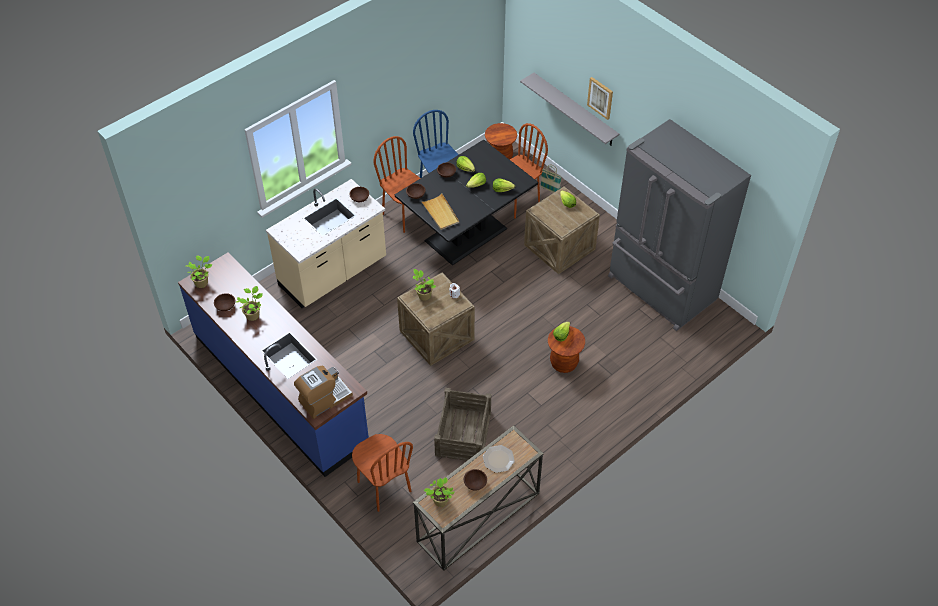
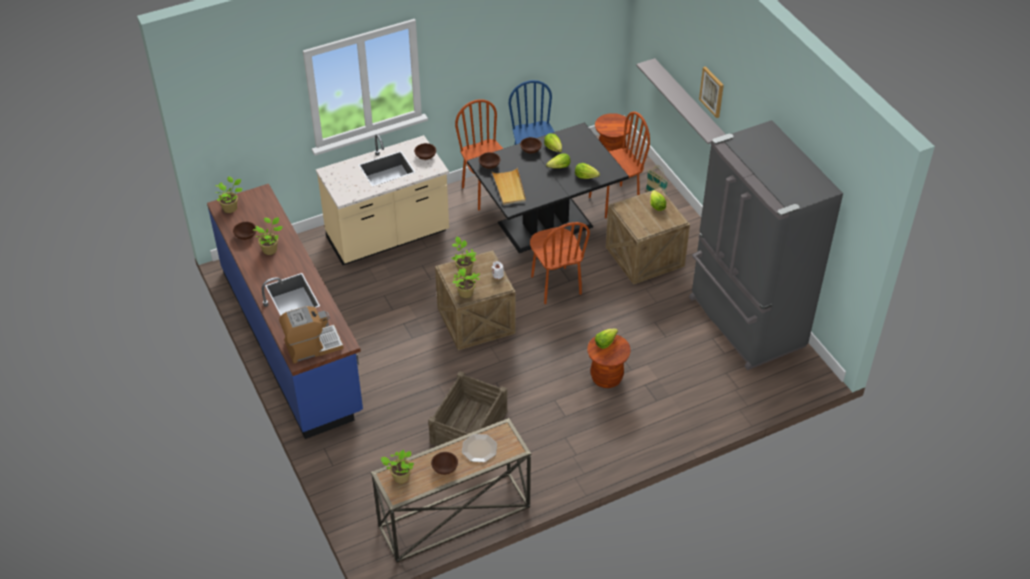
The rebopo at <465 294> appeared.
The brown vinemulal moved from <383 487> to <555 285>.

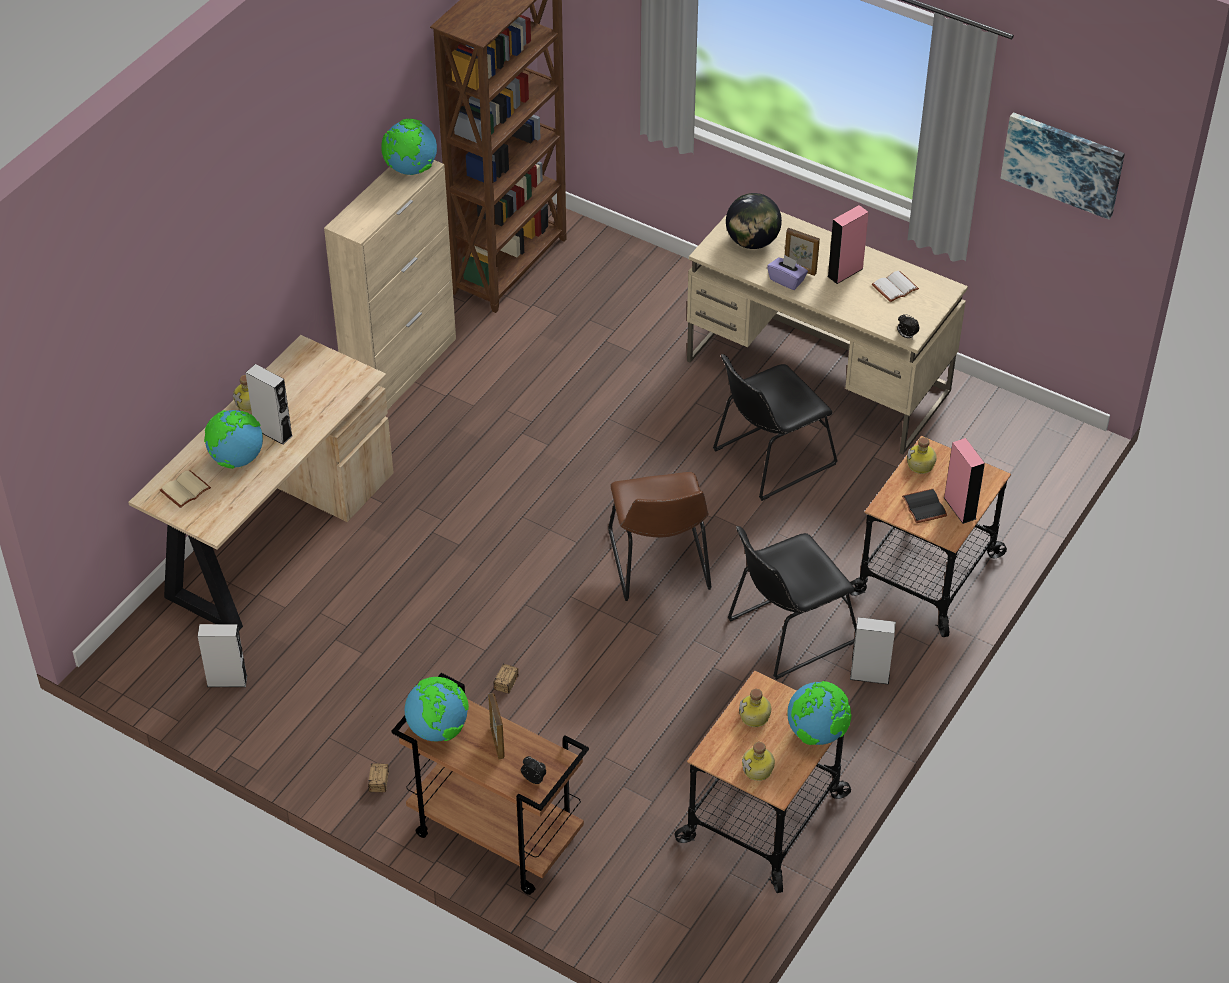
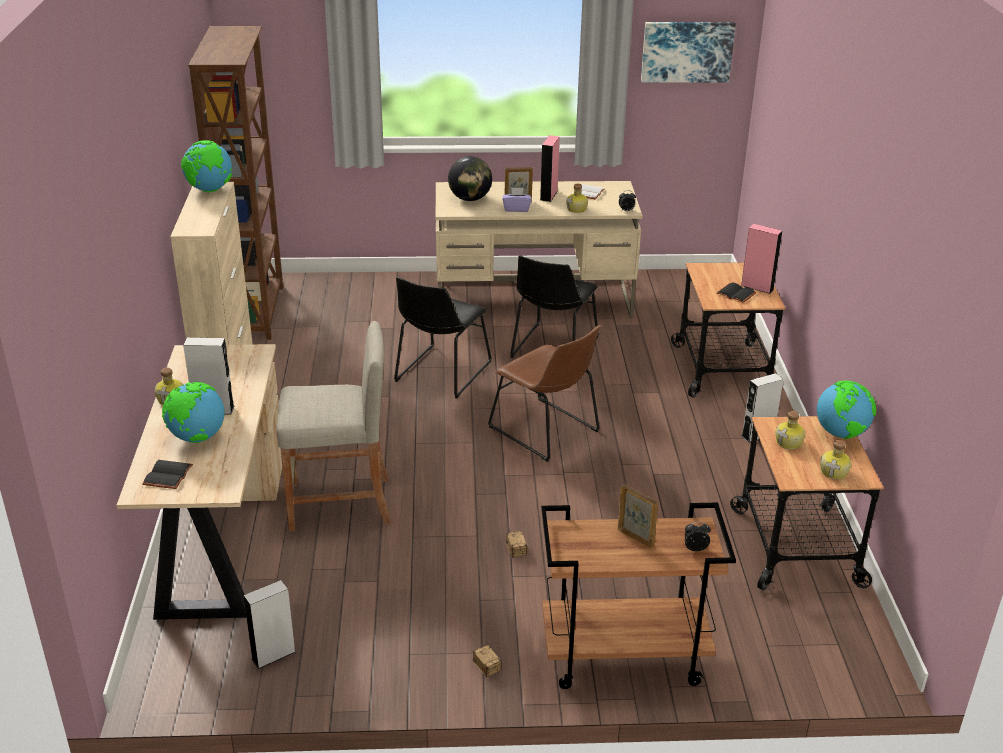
The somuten at <438 729> disappeared.
The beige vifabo at <340 504> appeared.
The black vinemulal moved from <787 633> to <441 373>.
The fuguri moved from <921 465> to <577 209>.
The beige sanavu at <185 491> became the black sanavu at <169 476>.

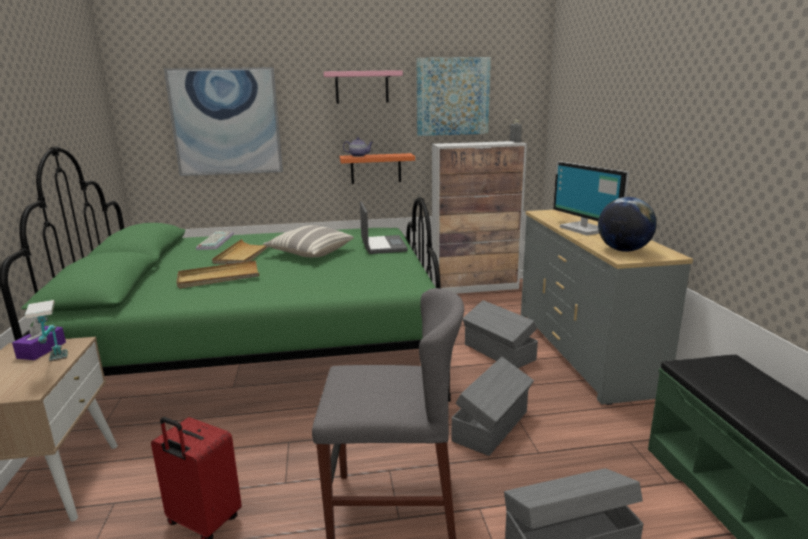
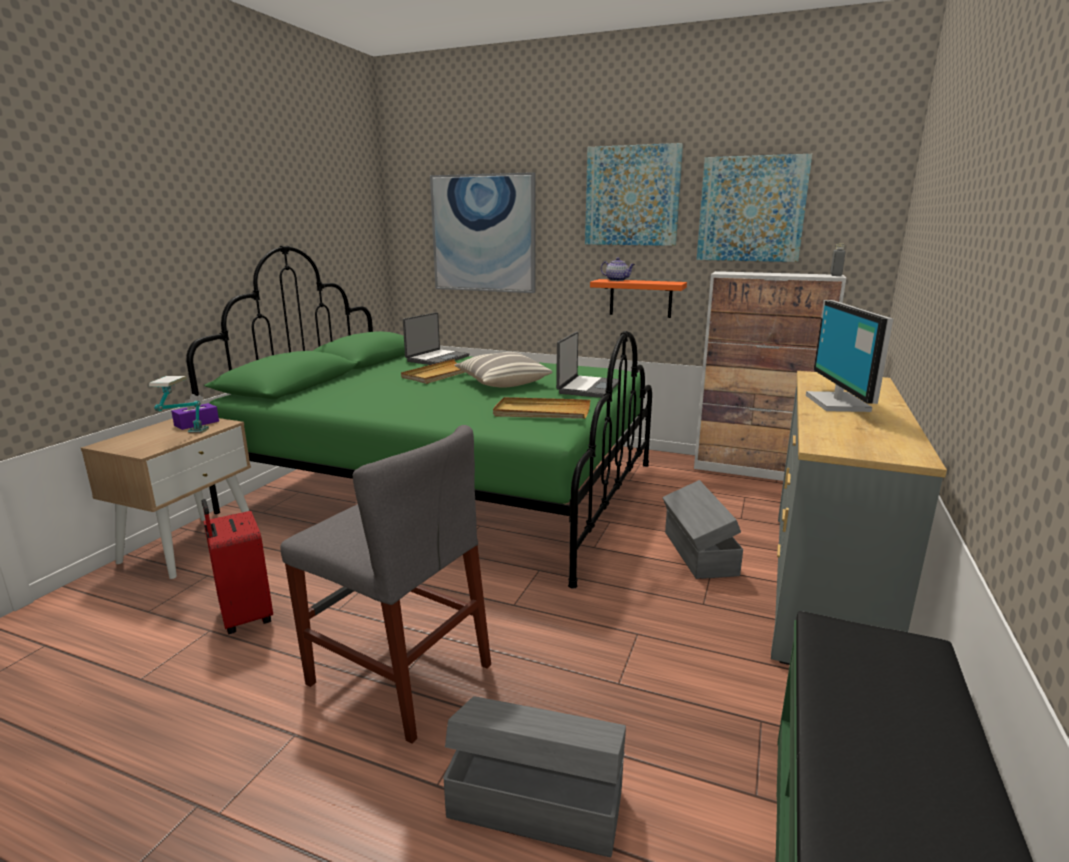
The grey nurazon at <492 426> disappeared.
The somuten at <623 250> disappeared.
The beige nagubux moved from <218 278> to <541 412>.
The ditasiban at <215 241> was replaced by the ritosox at <437 358>.
The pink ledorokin at <362 87> was replaced by the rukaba at <632 196>.

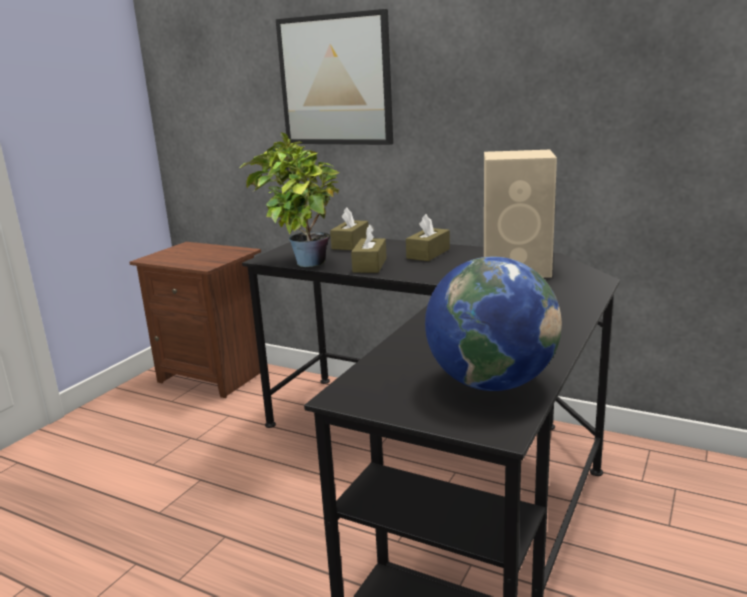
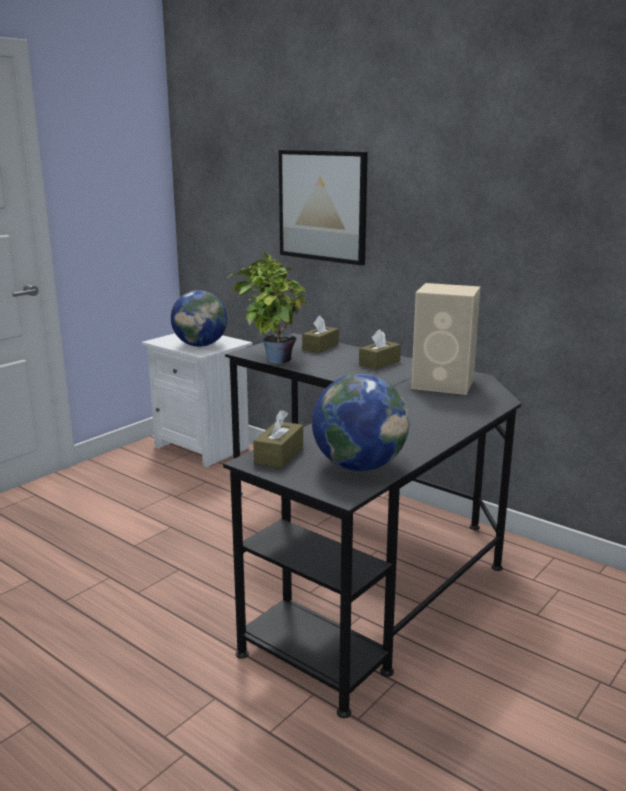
The somuten at <200 345> appeared.
The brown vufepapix moved from <370 265> to <279 455>.
The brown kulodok at <214 375> became the white kulodok at <203 447>.

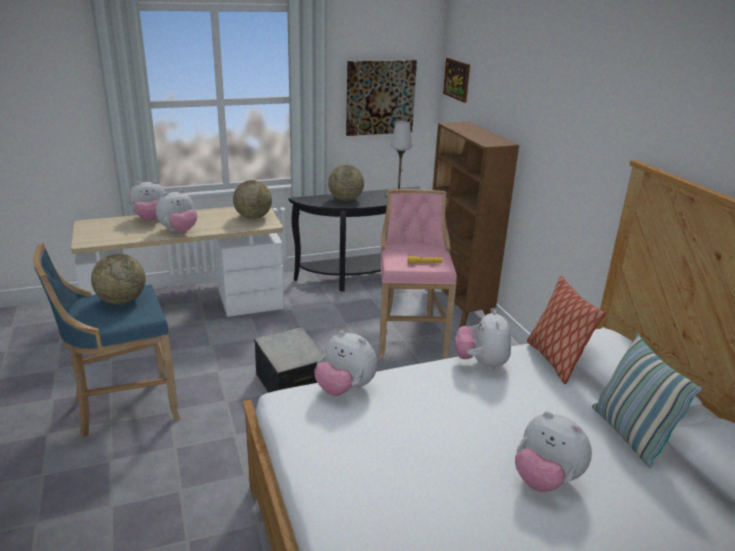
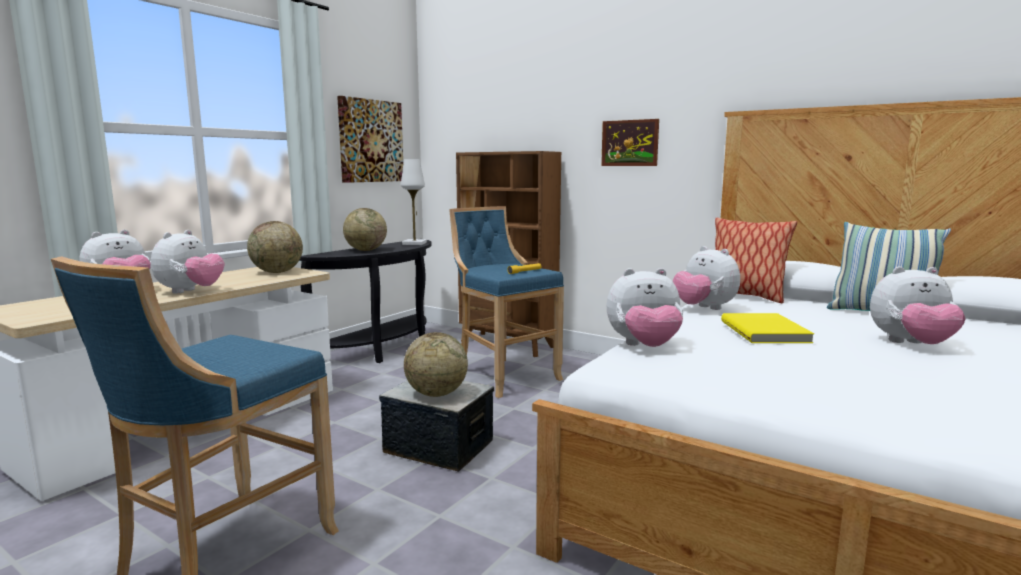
The yellow sanavu at <766 331> appeared.
The somuten moved from <122 301> to <436 394>.
The rukaba moved from <456 79> to <629 143>.
The pink vifabo at <410 337> became the blue vifabo at <503 375>.

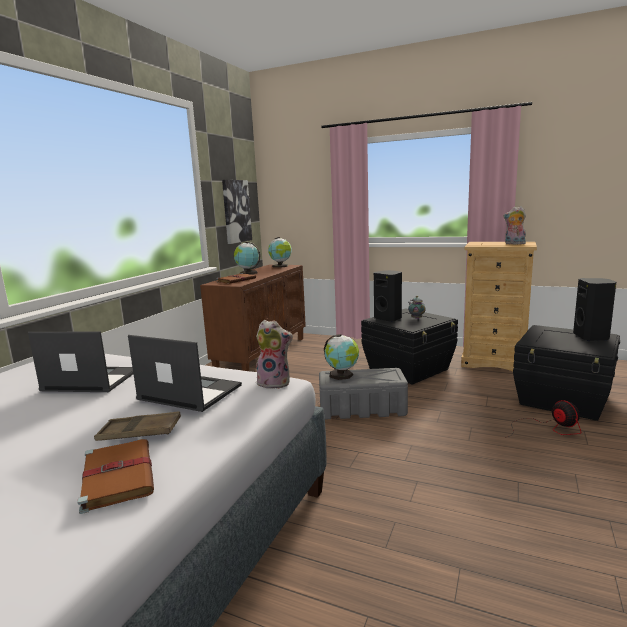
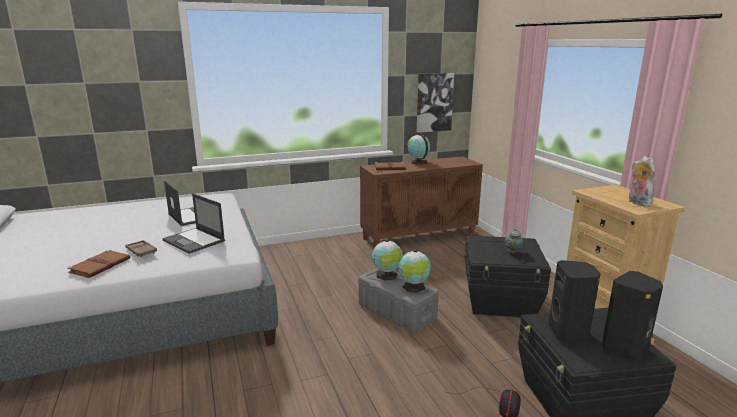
The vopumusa at <275 383> disappeared.
The somuten moved from <280 266> to <414 287>.
The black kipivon moved from <388 318> to <569 333>.
The ritosox at <188 392> turned 150 degrees clockwise.

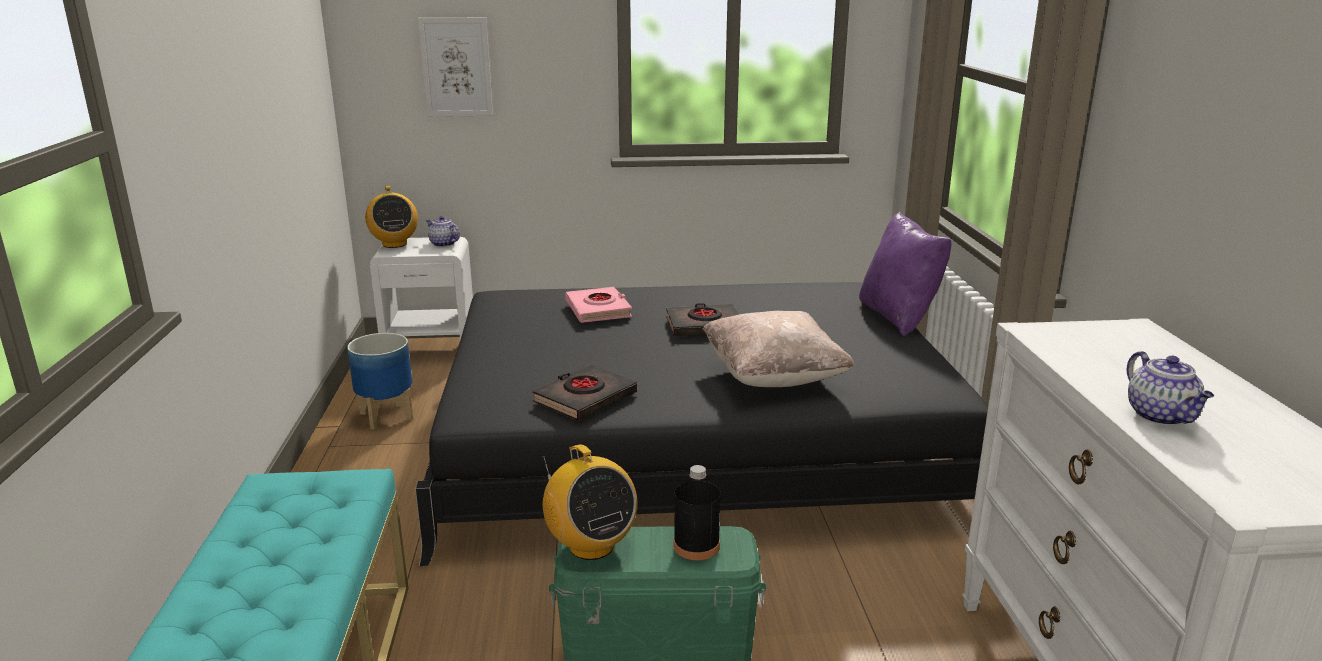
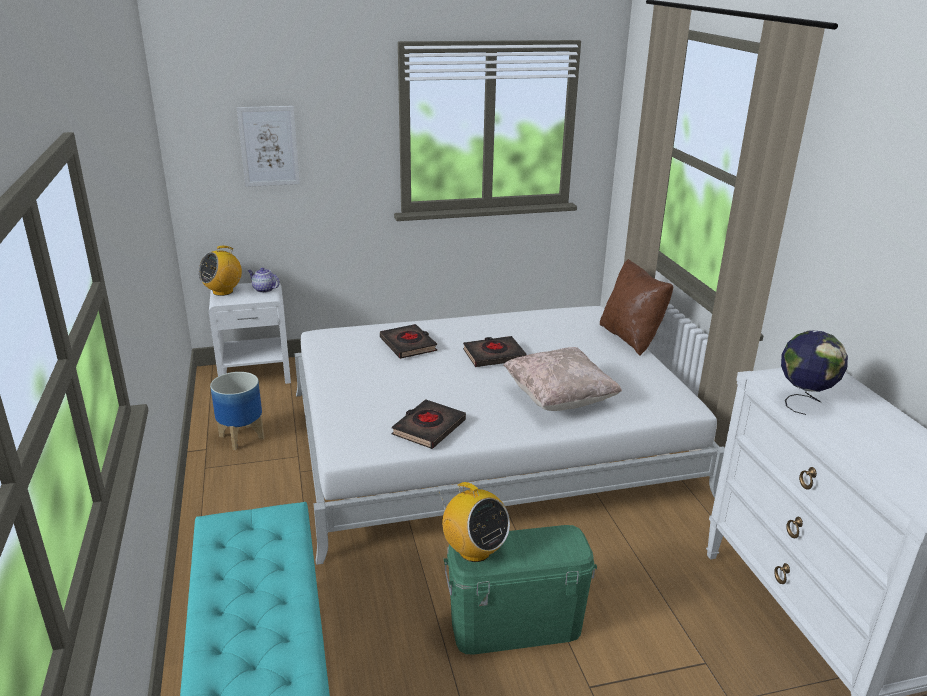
The black fuguri at <696 546> disappeared.
The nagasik at <1162 416> disappeared.
The somuten at <803 401> appeared.
The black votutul at <692 443> became the white votutul at <487 442>.
The pink sanavu at <598 310> became the black sanavu at <408 345>.
The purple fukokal at <899 317> became the brown fukokal at <631 338>.
The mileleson at <394 244> turned 75 degrees clockwise.

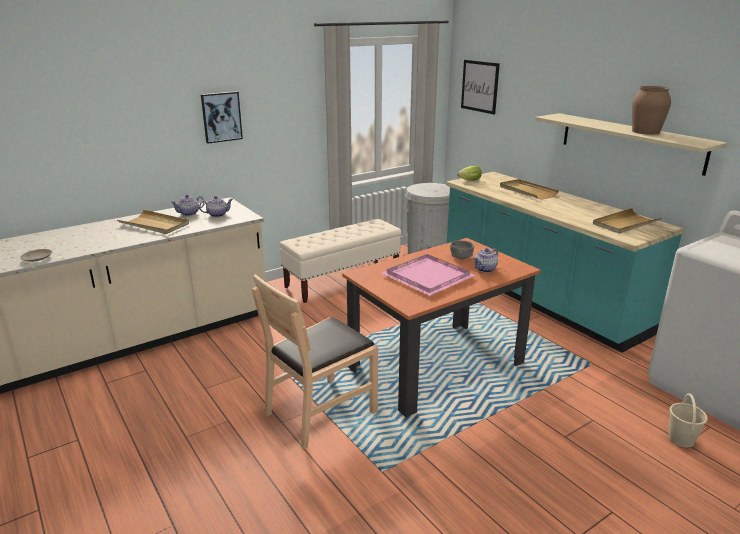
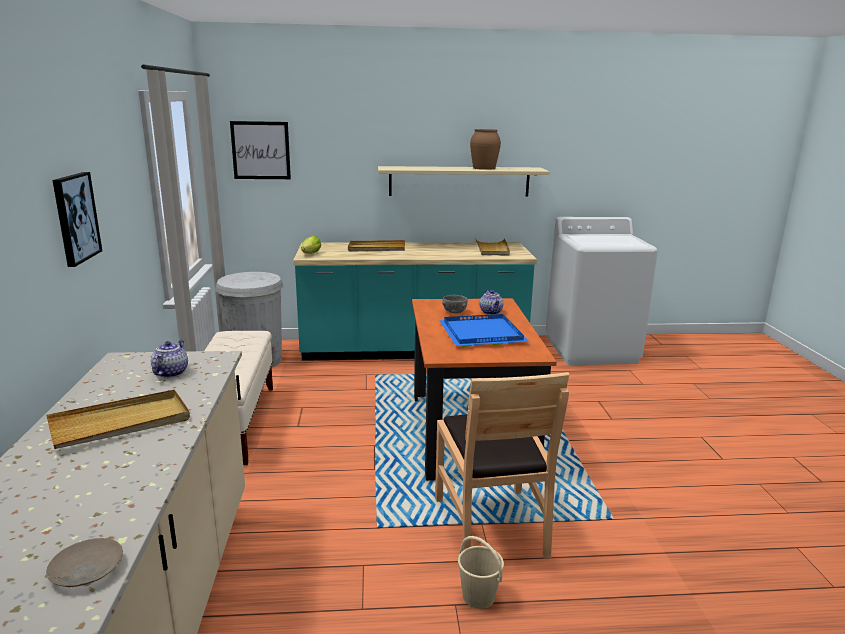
The nagasik at <189 213> disappeared.
The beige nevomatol moved from <681 439> to <478 596>.
The pink nagubux at <429 277> became the blue nagubux at <483 333>.

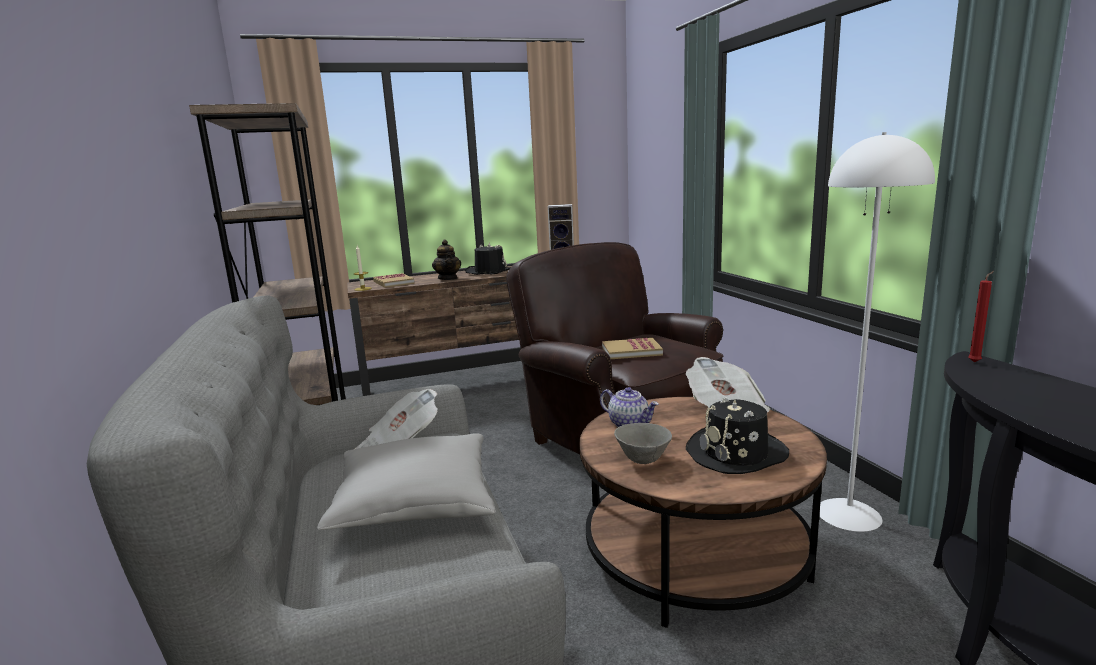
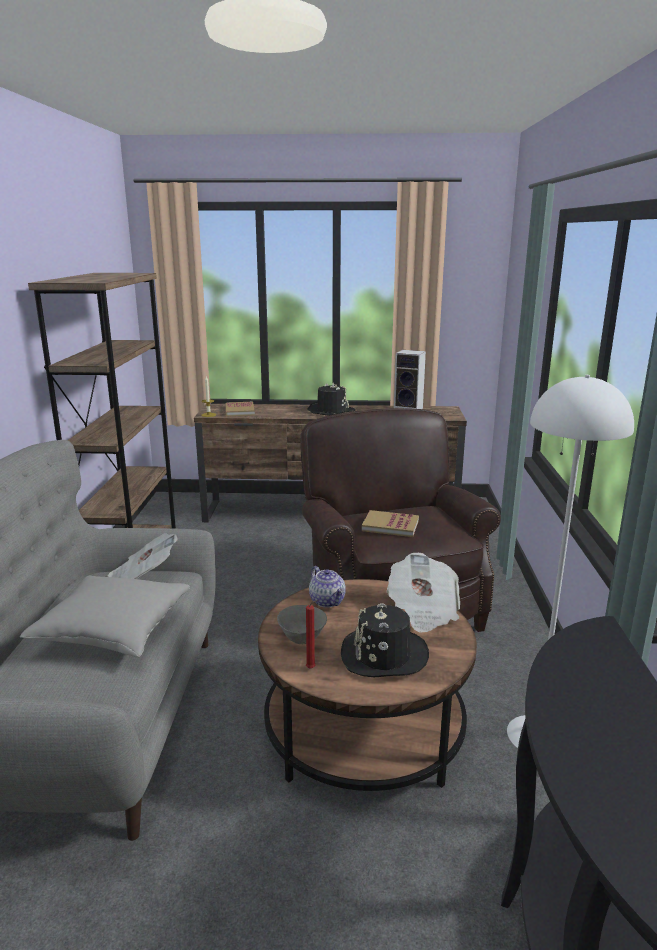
The nagasik at <448 278> disappeared.
The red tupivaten moved from <975 362> to <312 668>.

